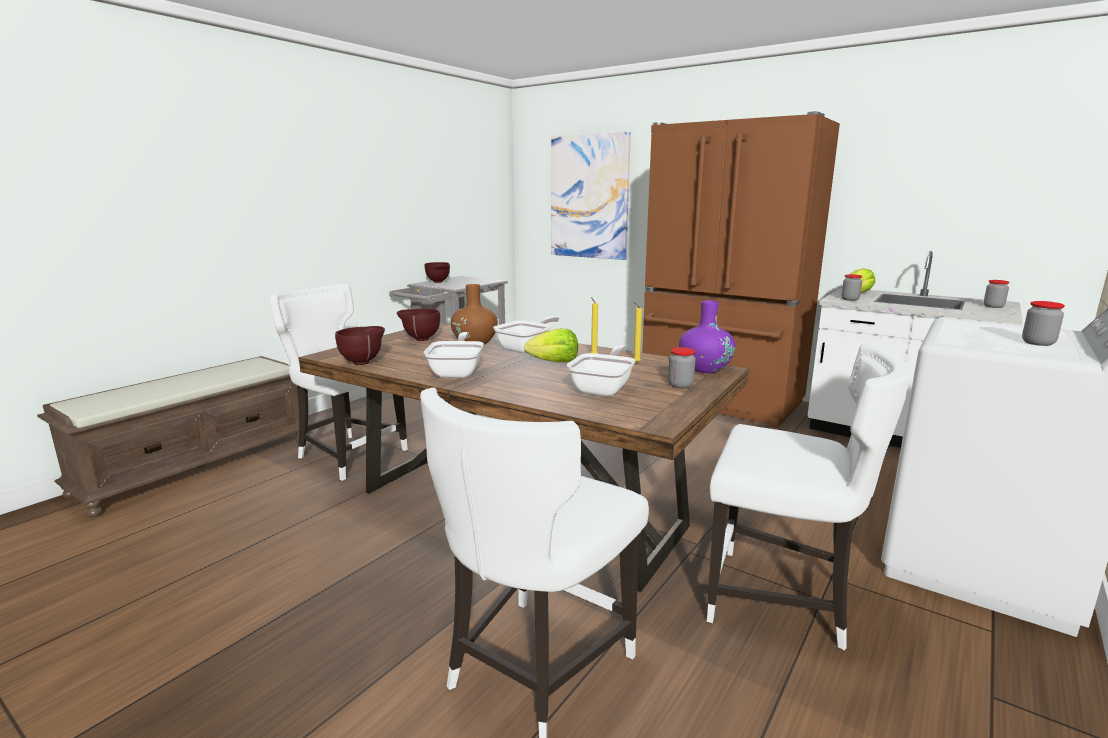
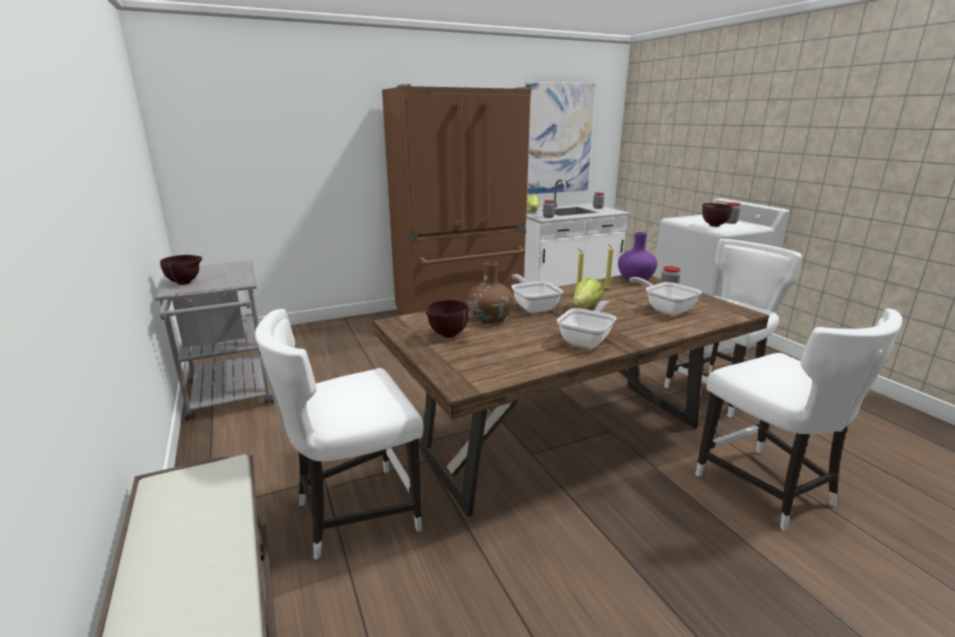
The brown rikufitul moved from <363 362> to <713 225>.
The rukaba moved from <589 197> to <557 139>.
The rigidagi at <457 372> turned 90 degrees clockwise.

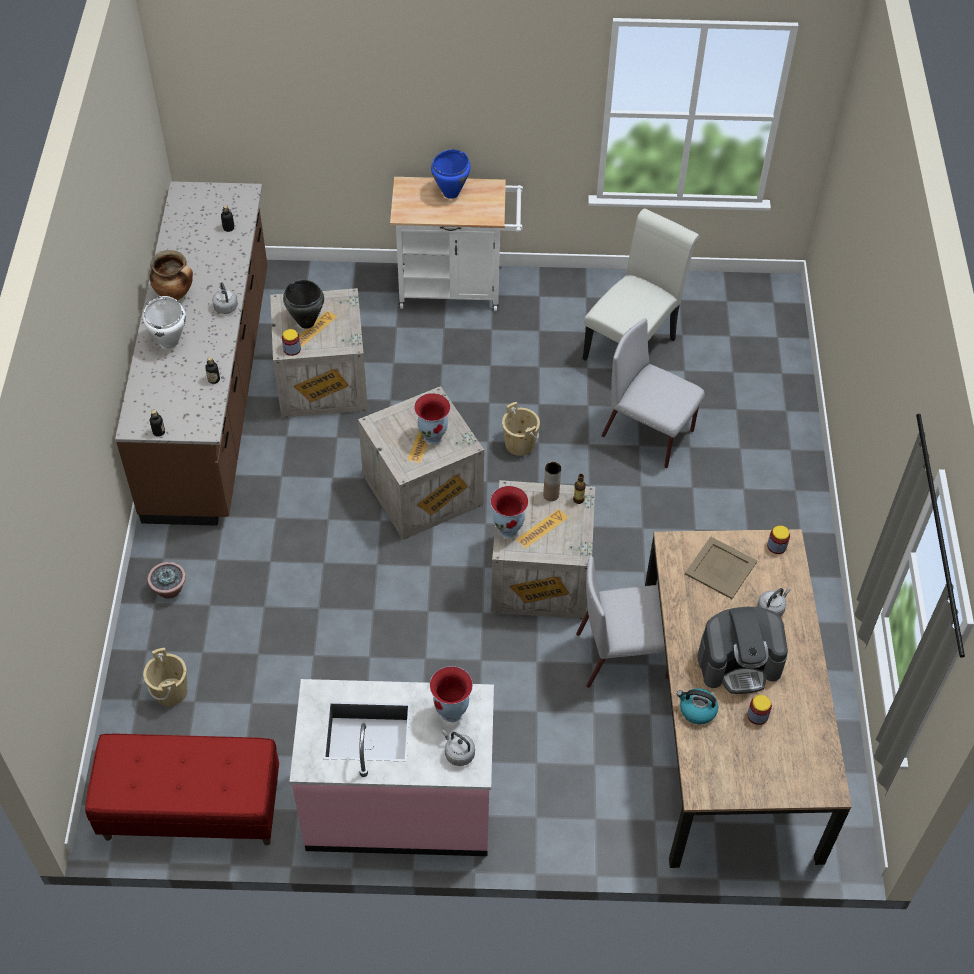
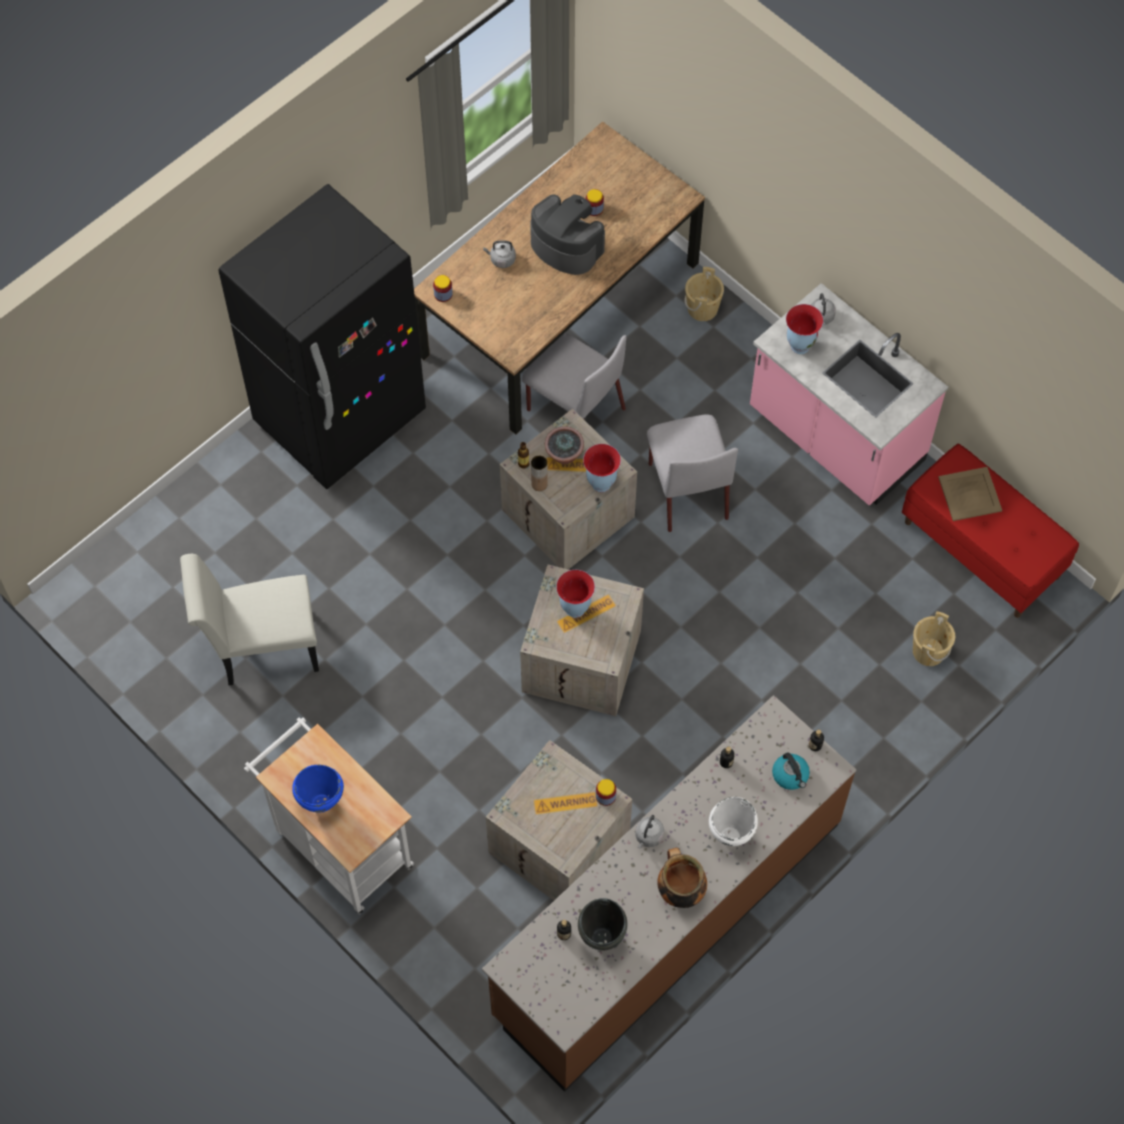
The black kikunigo at <340 417> appeared.
The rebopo moved from <169 590> to <564 455>.
The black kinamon moved from <306 323> to <602 937>.
The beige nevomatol moved from <519 444> to <702 308>.
The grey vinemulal moved from <649 434> to <687 489>.
The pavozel moved from <697 710> to <790 775>.
The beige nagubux moved from <721 568> to <970 493>.

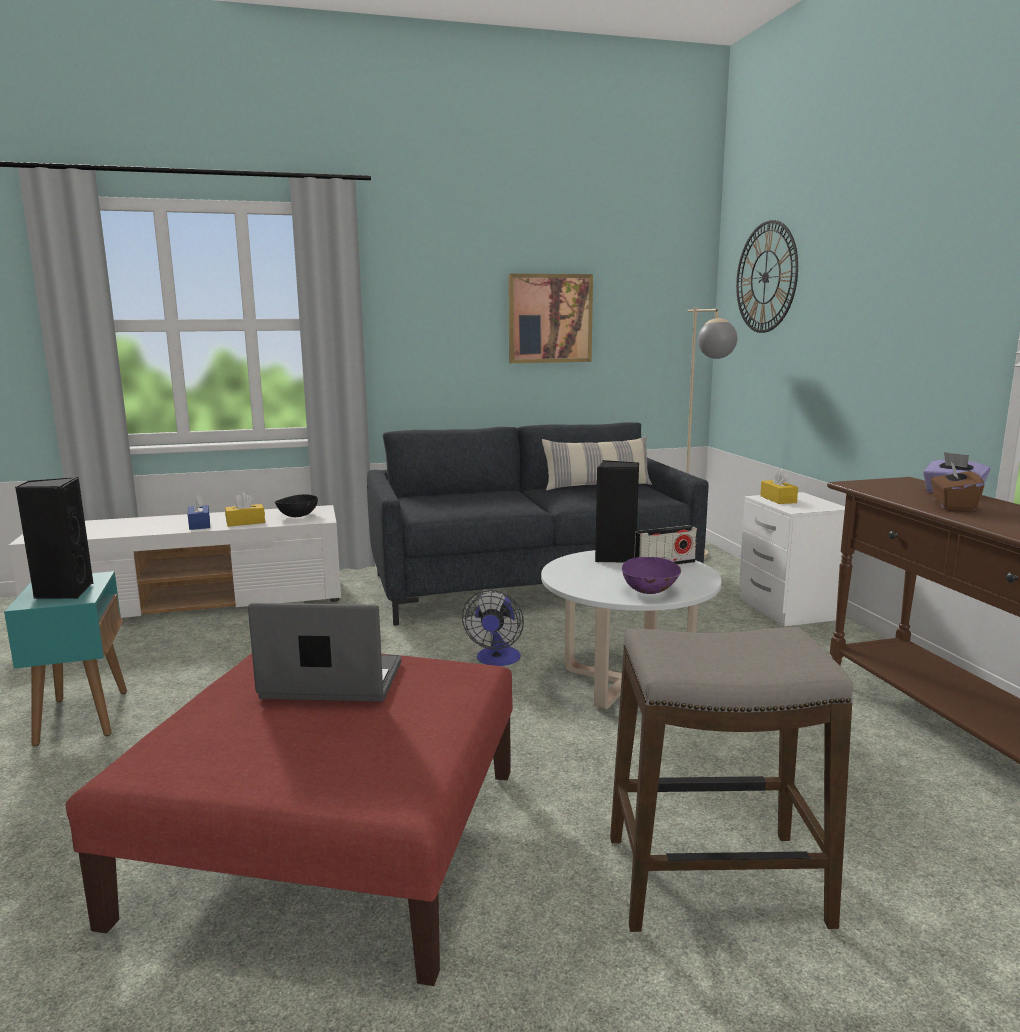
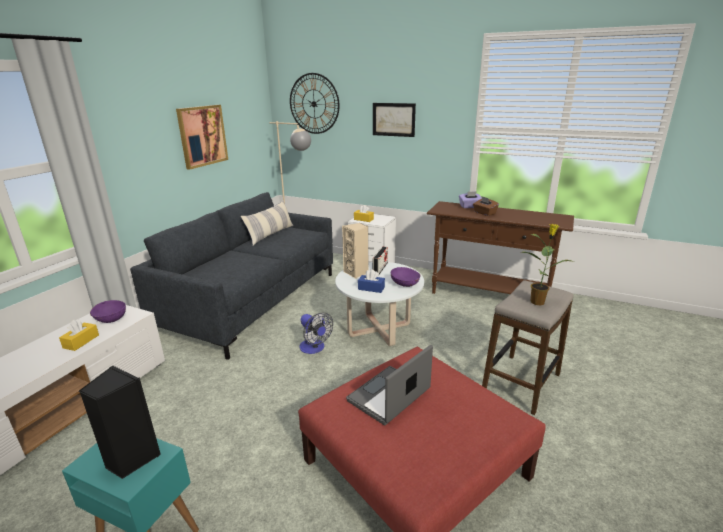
The rukaba at <393 119> appeared.
The rebopo at <538 302> appeared.
The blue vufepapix moved from <199 524> to <371 288>.
The black rikufitul at <297 516> became the purple rikufitul at <110 319>.
The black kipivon at <615 557> became the beige kipivon at <357 273>.

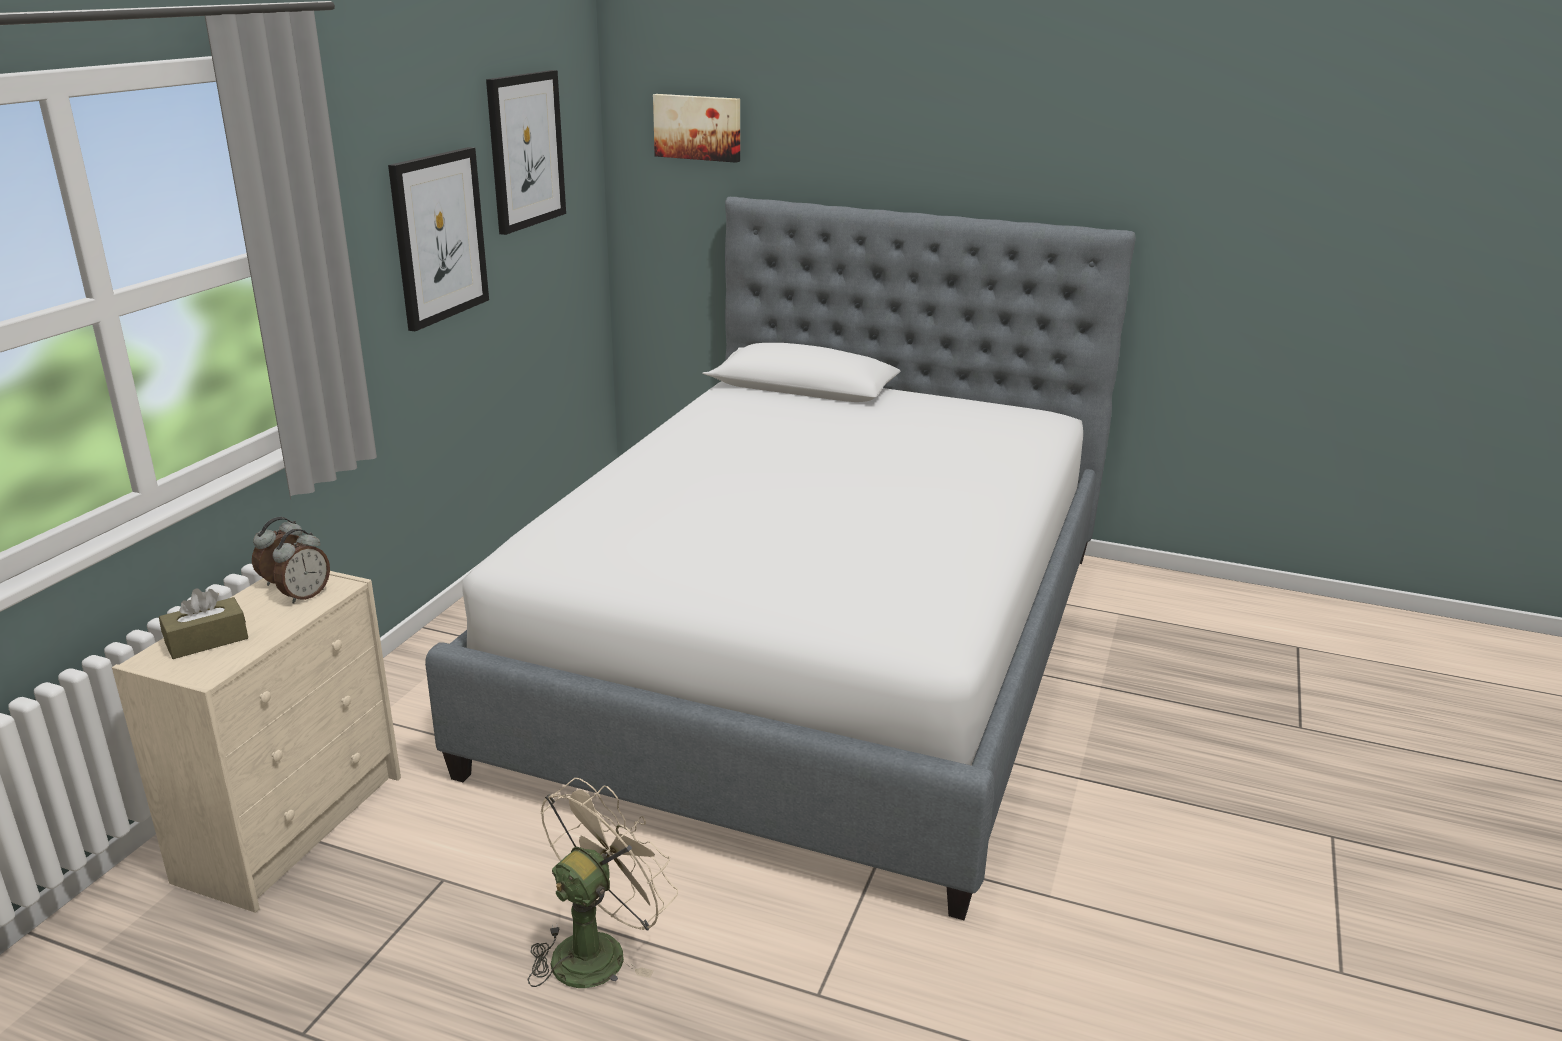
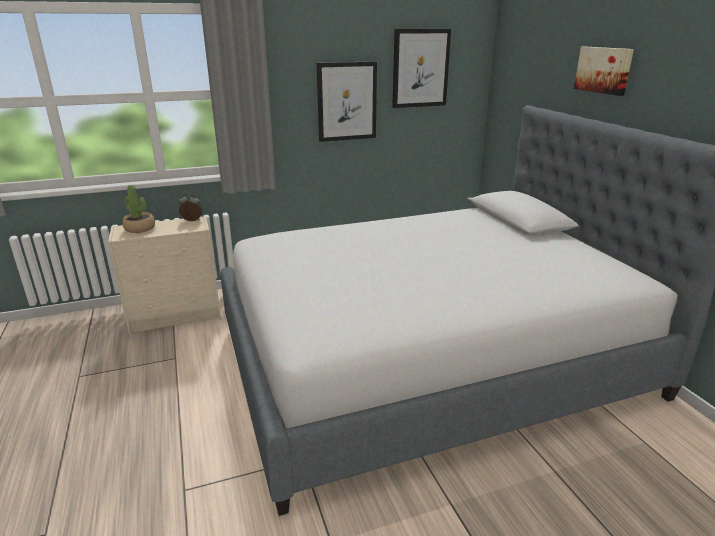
The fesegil at <305 595> disappeared.
The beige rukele at <598 949> disappeared.
The rukaba moved from <698 127> to <604 70>.
The brown vufepapix at <207 641> was replaced by the rebopo at <140 228>.

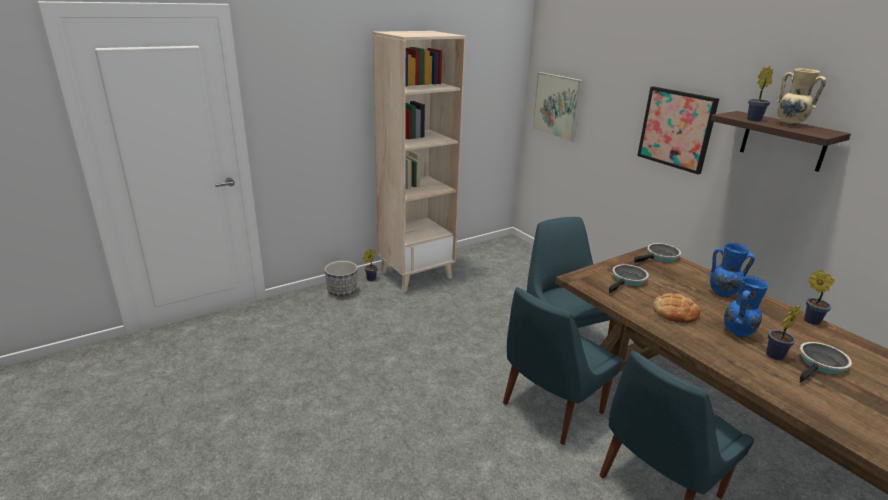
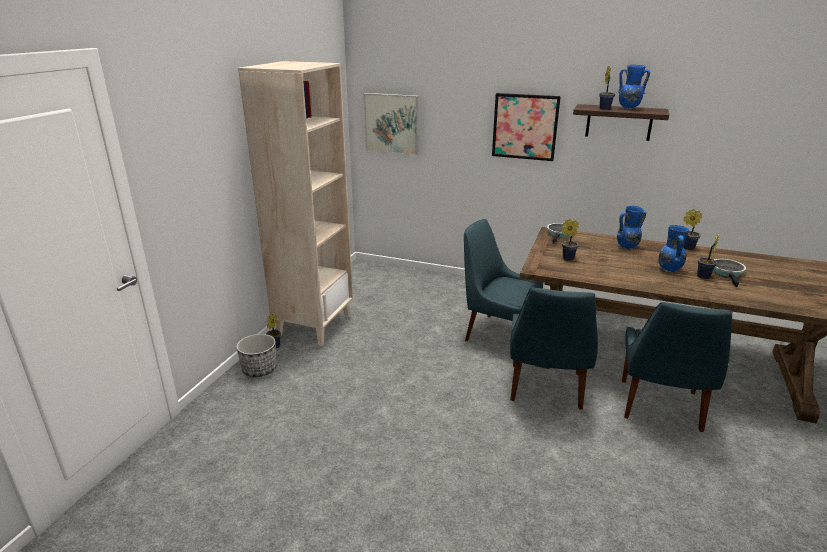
The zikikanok at <675 312> disappeared.
The rigidagi at <627 280> was replaced by the rebopo at <566 258>.
The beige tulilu at <790 124> became the blue tulilu at <629 108>.

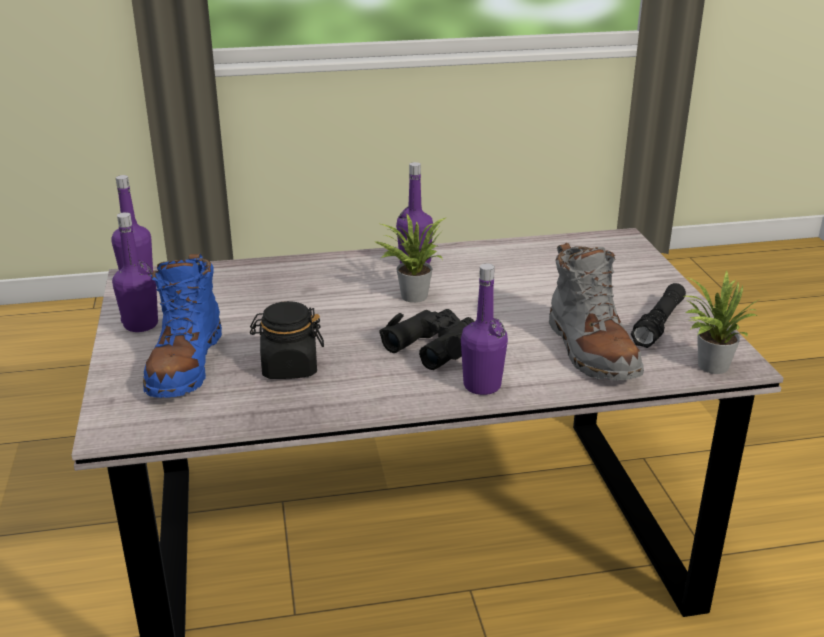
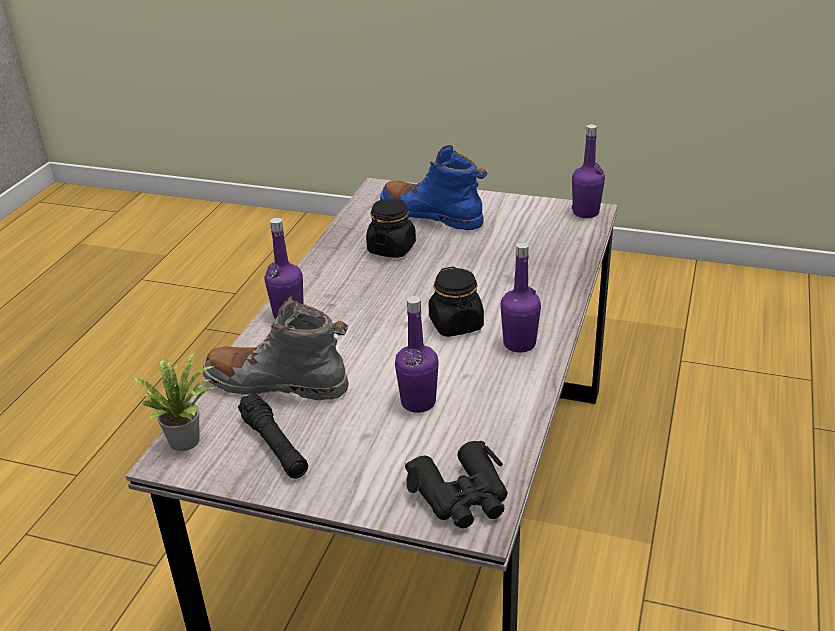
The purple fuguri moved from <141 325> to <418 402>.
The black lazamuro moved from <434 345> to <462 496>.
The rebopo at <411 295> was replaced by the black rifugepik at <456 324>.

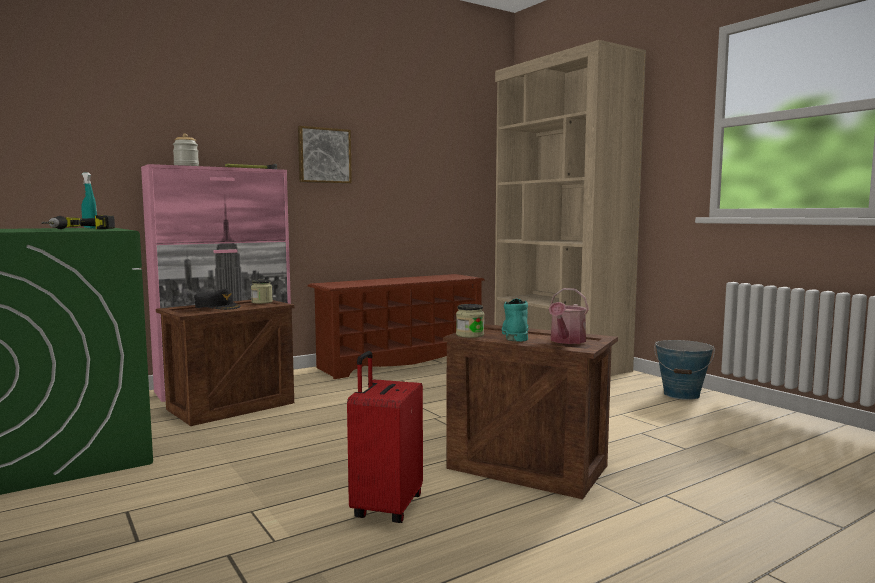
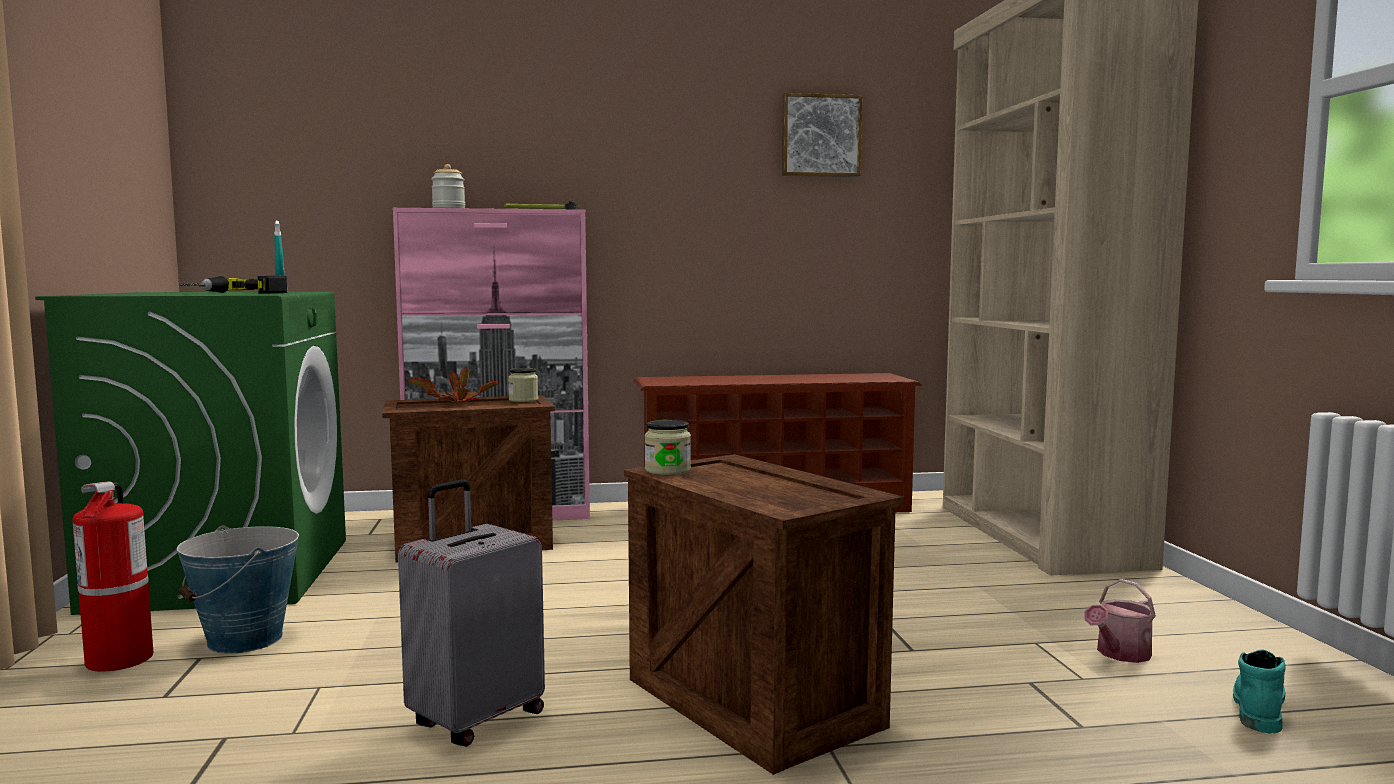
The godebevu at <119 660> appeared.
The rukaba moved from <324 155> to <820 136>.
The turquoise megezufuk moved from <514 335> to <1257 707>.
The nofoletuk moved from <566 341> to <1120 654>.
The nevomatol moved from <682 394> to <245 640>.
The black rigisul at <217 307> was replaced by the rebopo at <455 403>.
The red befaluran at <385 507> became the grey befaluran at <476 719>.

